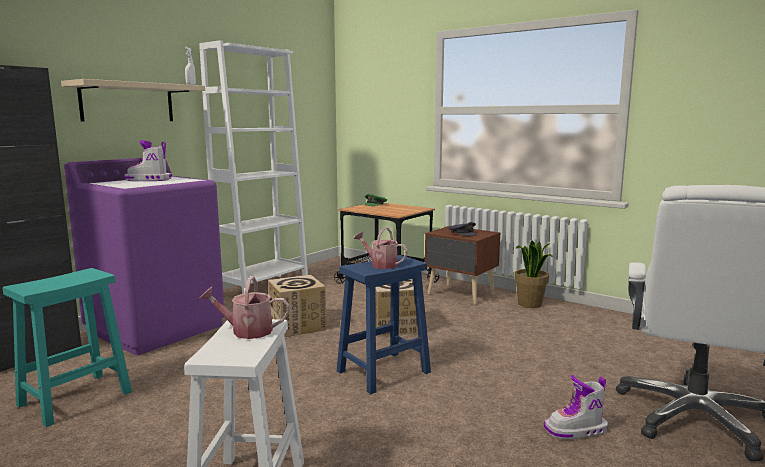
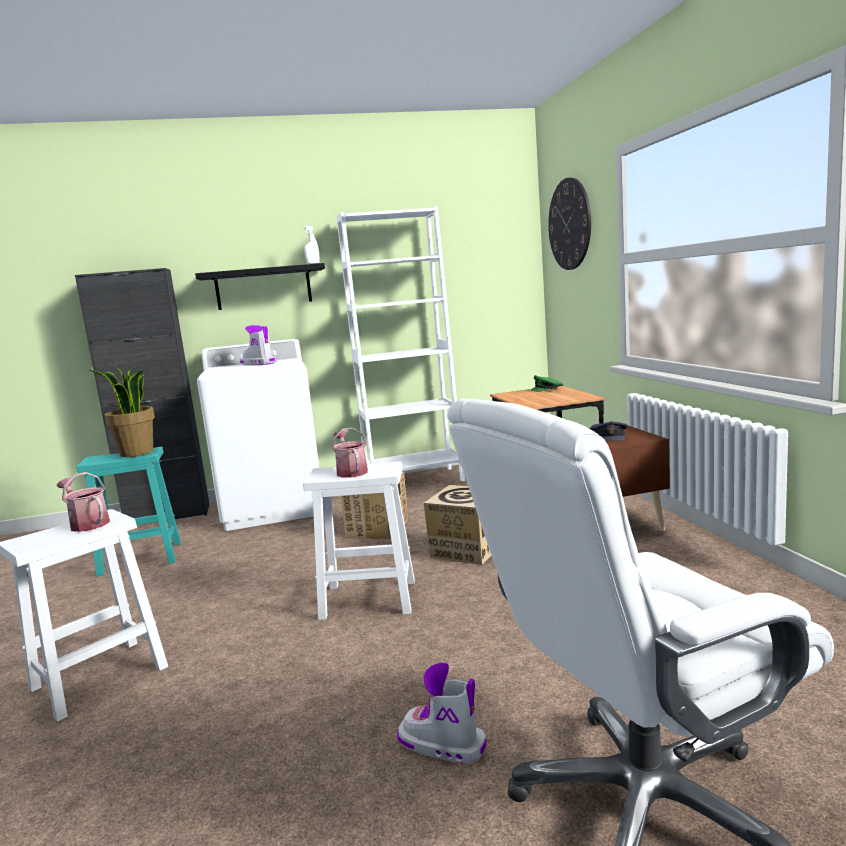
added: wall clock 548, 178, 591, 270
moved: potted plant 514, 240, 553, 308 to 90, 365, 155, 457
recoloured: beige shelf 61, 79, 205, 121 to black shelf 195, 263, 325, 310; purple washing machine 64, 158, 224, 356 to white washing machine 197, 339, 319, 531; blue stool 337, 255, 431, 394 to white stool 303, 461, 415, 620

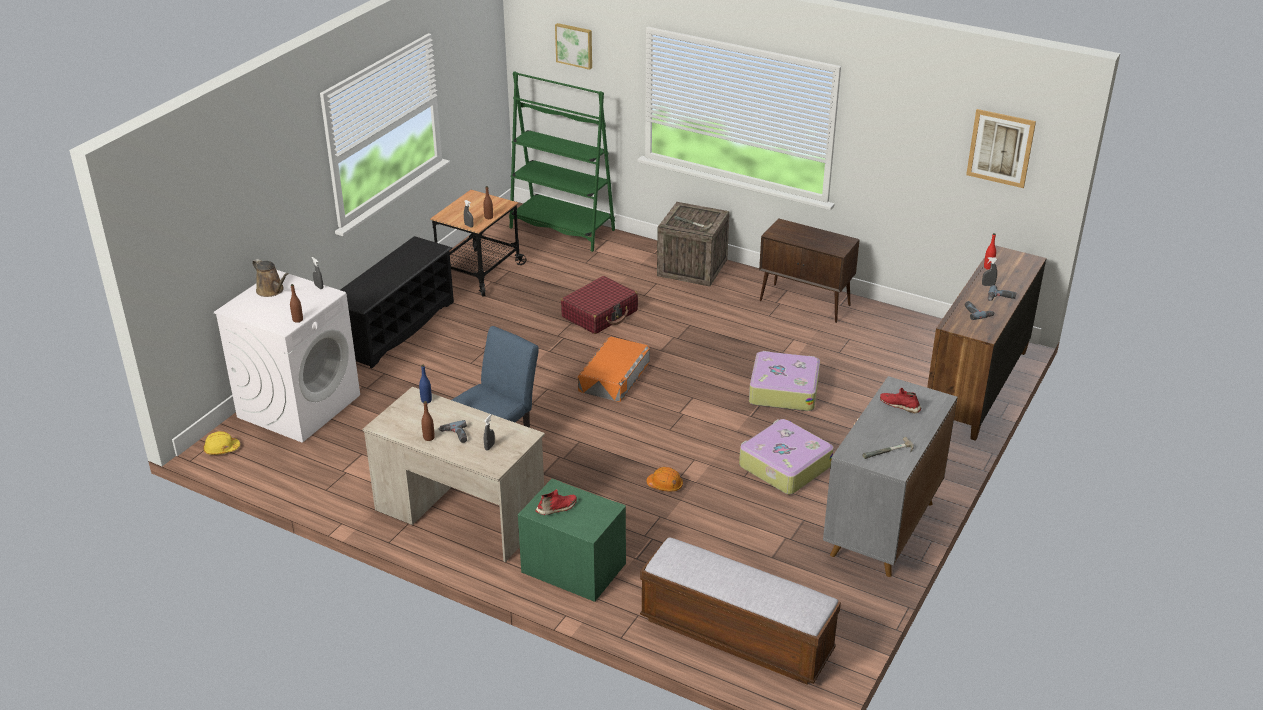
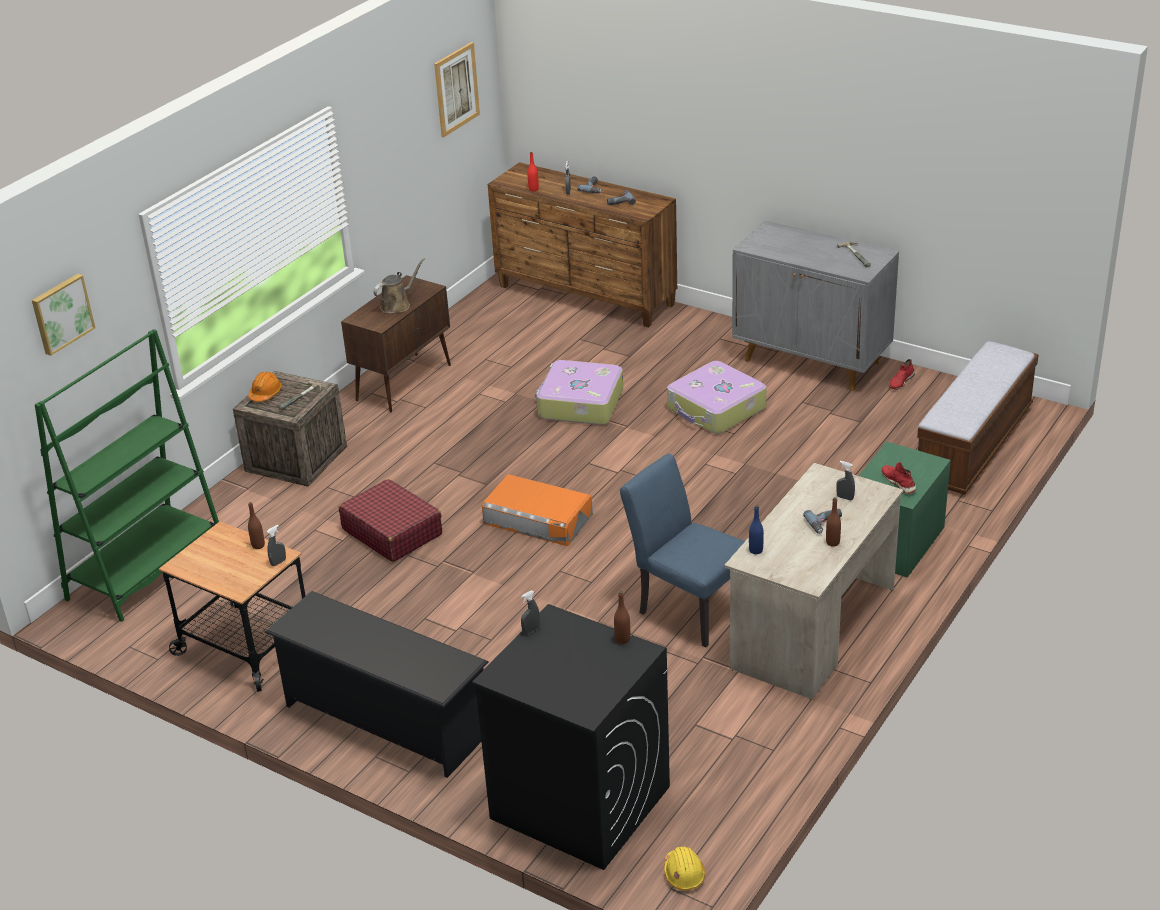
moved: brown watering can 252, 259, 289, 297 to 374, 258, 425, 314; orange hard hat 646, 467, 683, 492 to 248, 372, 282, 402; red shoe 880, 388, 921, 414 to 889, 359, 915, 390
recoloured: white washing machine 214, 270, 360, 443 to black washing machine 472, 604, 670, 870

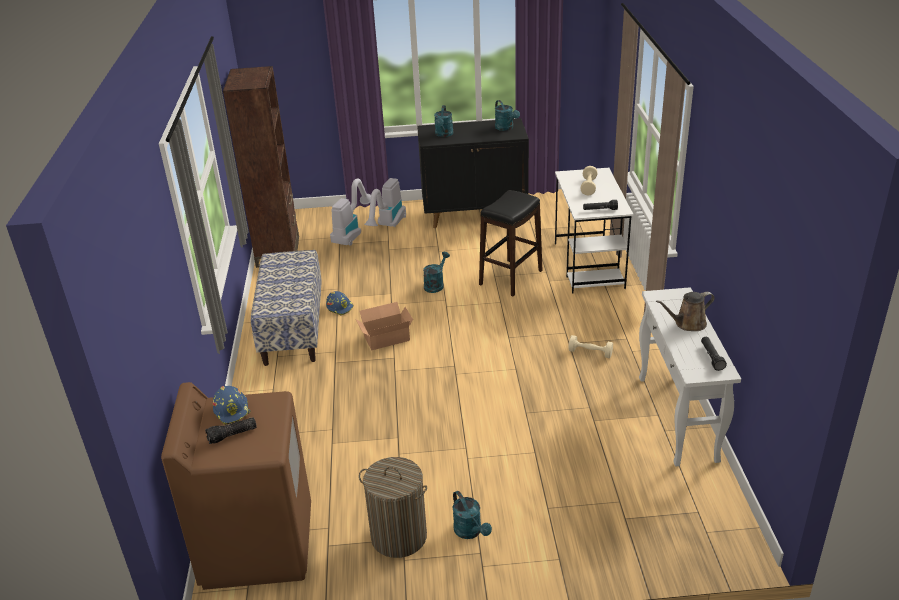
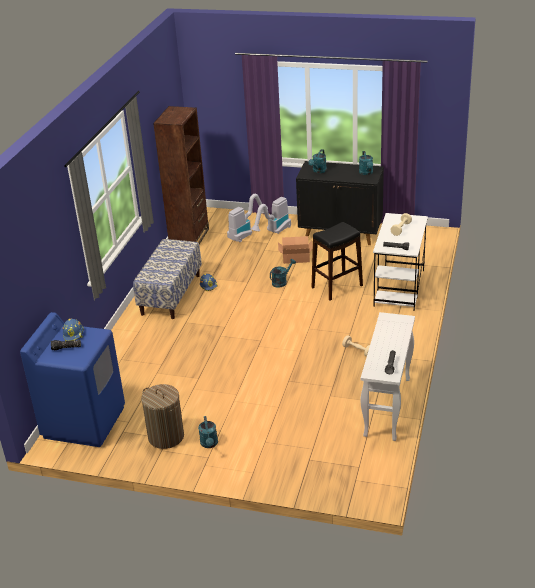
removed: brown watering can 656, 292, 715, 331
moved: cardboard box 356, 302, 413, 350 to 278, 236, 313, 264
recoloured: brown washing machine 161, 382, 311, 590 to blue washing machine 20, 312, 125, 447

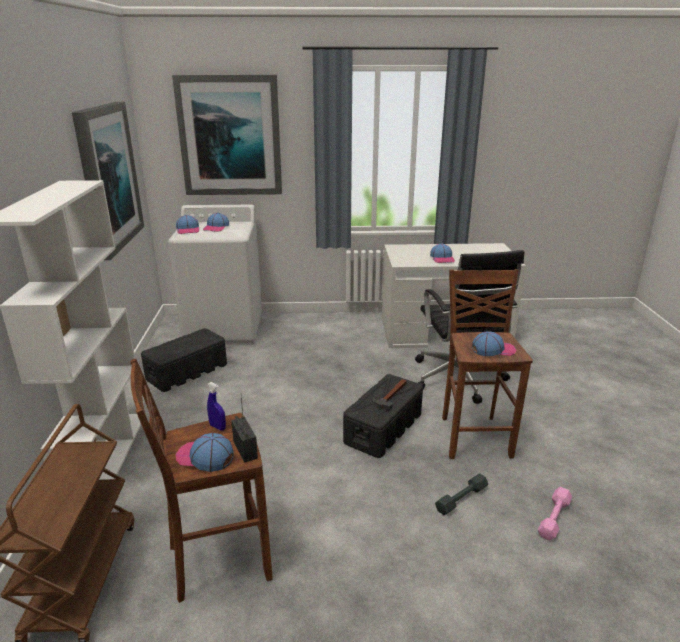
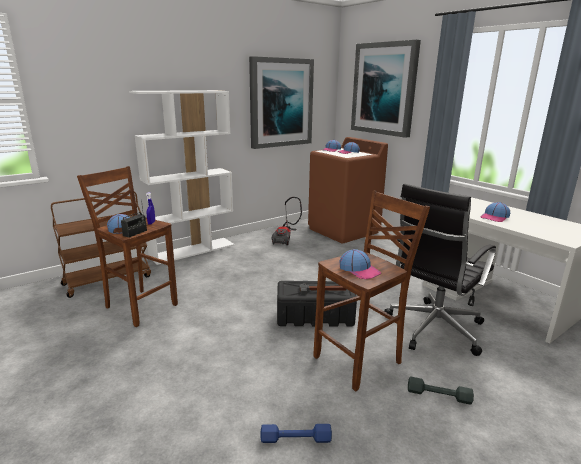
moved: grey dumbbell 435, 473, 488, 515 to 408, 376, 474, 405
replaced: black storage box 141, 328, 227, 392 to vacuum cleaner 271, 197, 302, 245
recoloured: white washing machine 168, 205, 262, 346 to brown washing machine 308, 137, 388, 243; pink dumbbell 538, 487, 572, 540 to blue dumbbell 261, 424, 332, 443

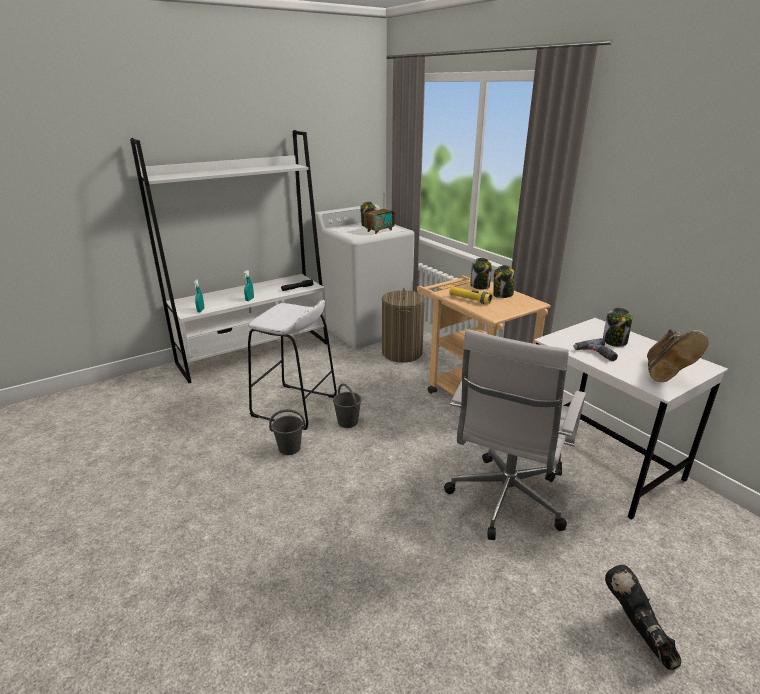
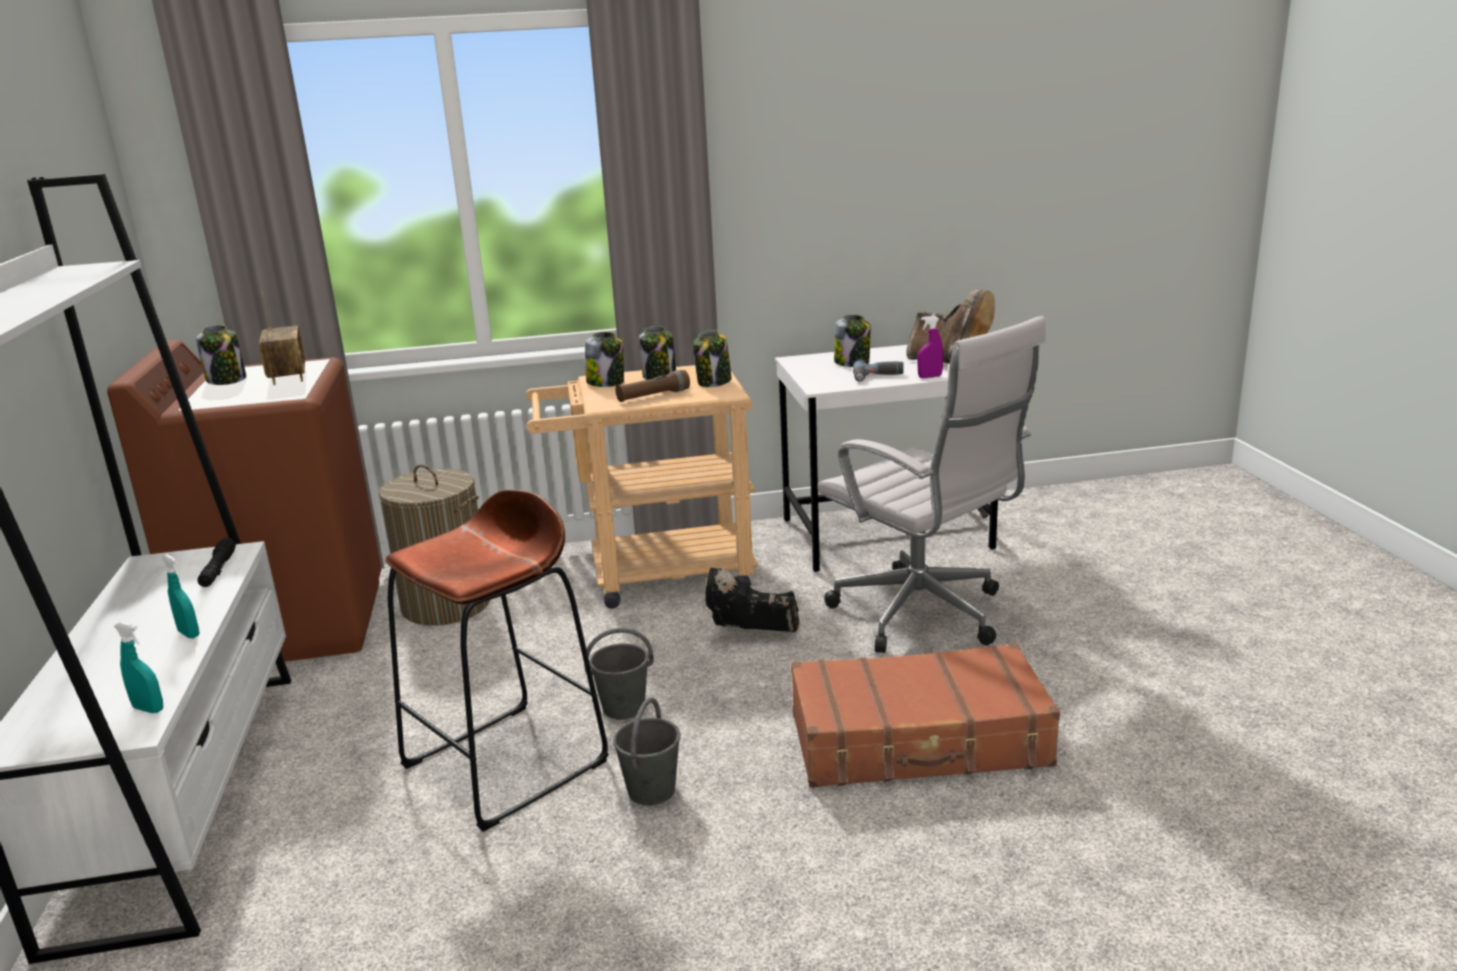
added: jar 693, 330, 732, 387; brown suitcase 791, 643, 1060, 788; purple spray bottle 917, 316, 943, 378
moved: black boot 605, 565, 681, 670 to 705, 568, 799, 632
recoloured: white stool 248, 300, 337, 430 to brown stool 385, 490, 608, 832; white washing machine 315, 204, 415, 349 to brown washing machine 107, 340, 382, 662; yellow flashlight 449, 286, 492, 305 to brown flashlight 615, 370, 690, 402

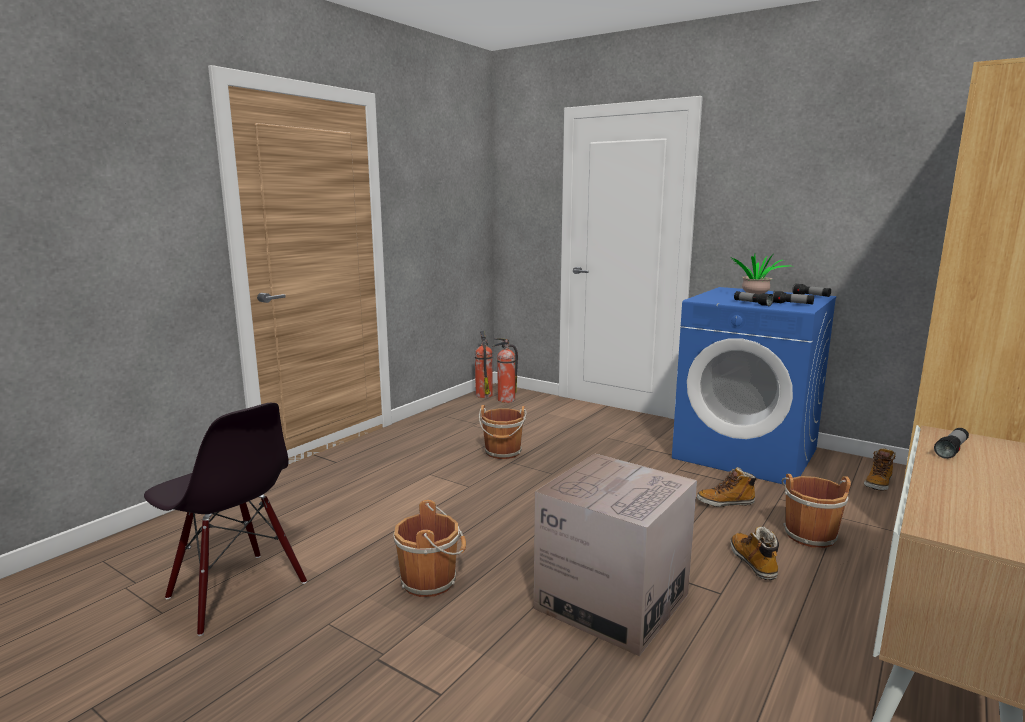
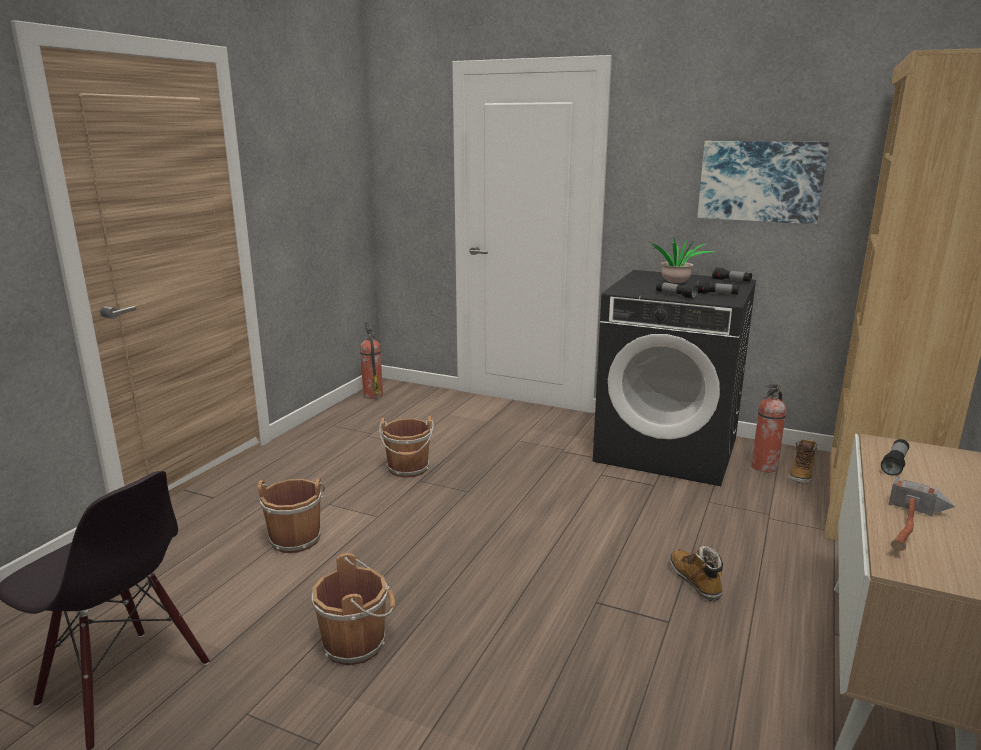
removed: cardboard box 534, 453, 697, 656; boot 697, 467, 758, 507
added: picture 697, 141, 829, 224; hammer 888, 477, 955, 550
moved: fire extinguisher 492, 338, 518, 403 to 751, 384, 787, 473; brown bucket 782, 474, 851, 548 to 258, 478, 325, 553
recoloured: blue washing machine 672, 287, 837, 485 to black washing machine 593, 270, 756, 486

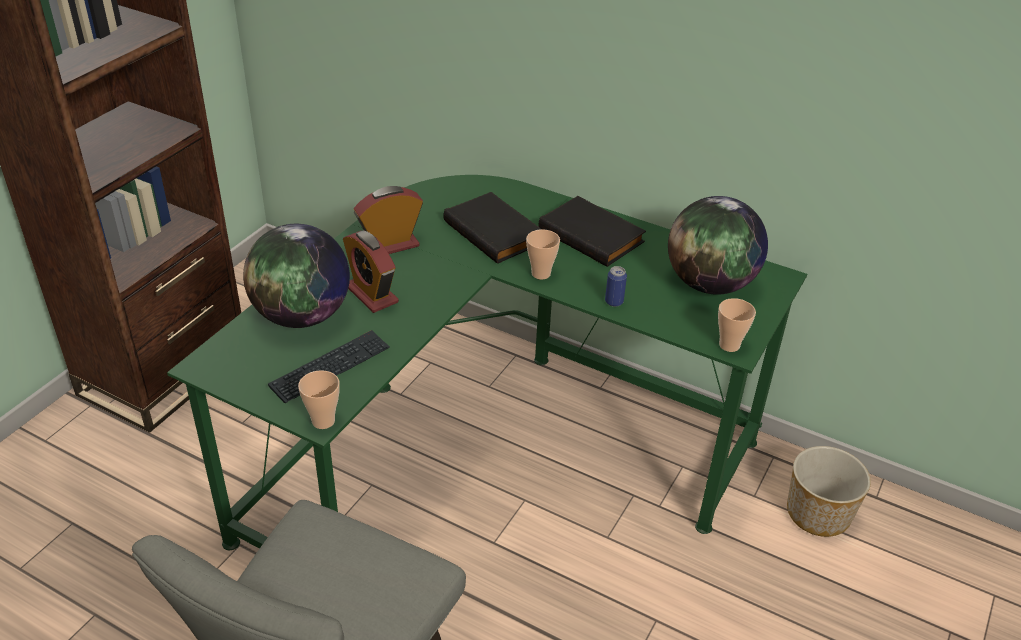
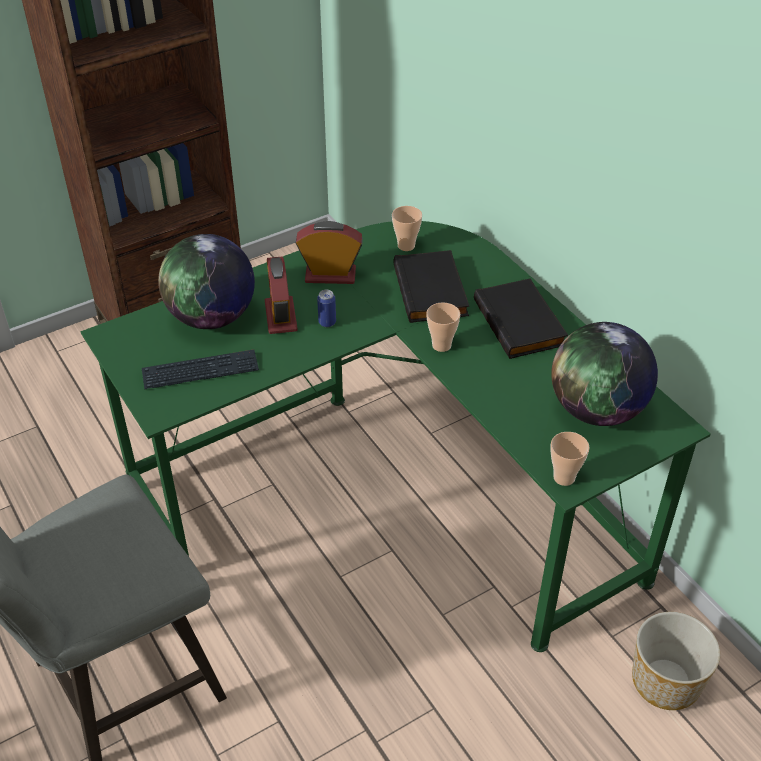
moved: cup 298, 370, 340, 429 to 392, 206, 422, 251; can 605, 266, 627, 307 to 317, 290, 336, 327

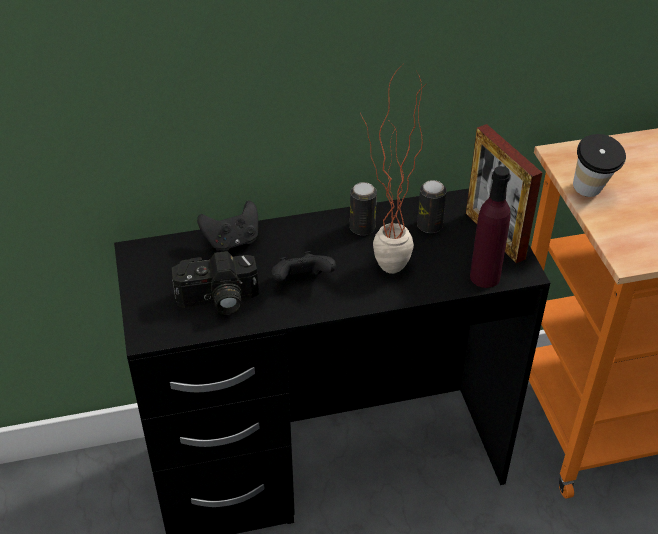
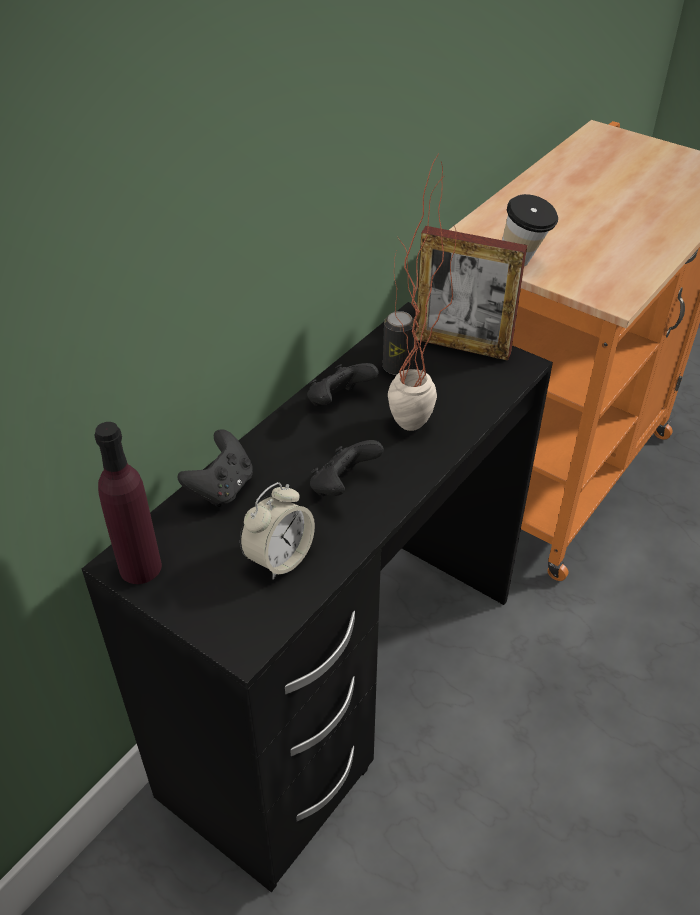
moved: purple bottle 470, 166, 510, 288 to 94, 422, 162, 584
replaced: photo camera 172, 251, 259, 315 to alarm clock 240, 482, 315, 580; can 350, 182, 377, 235 to black game controller 307, 363, 378, 407

